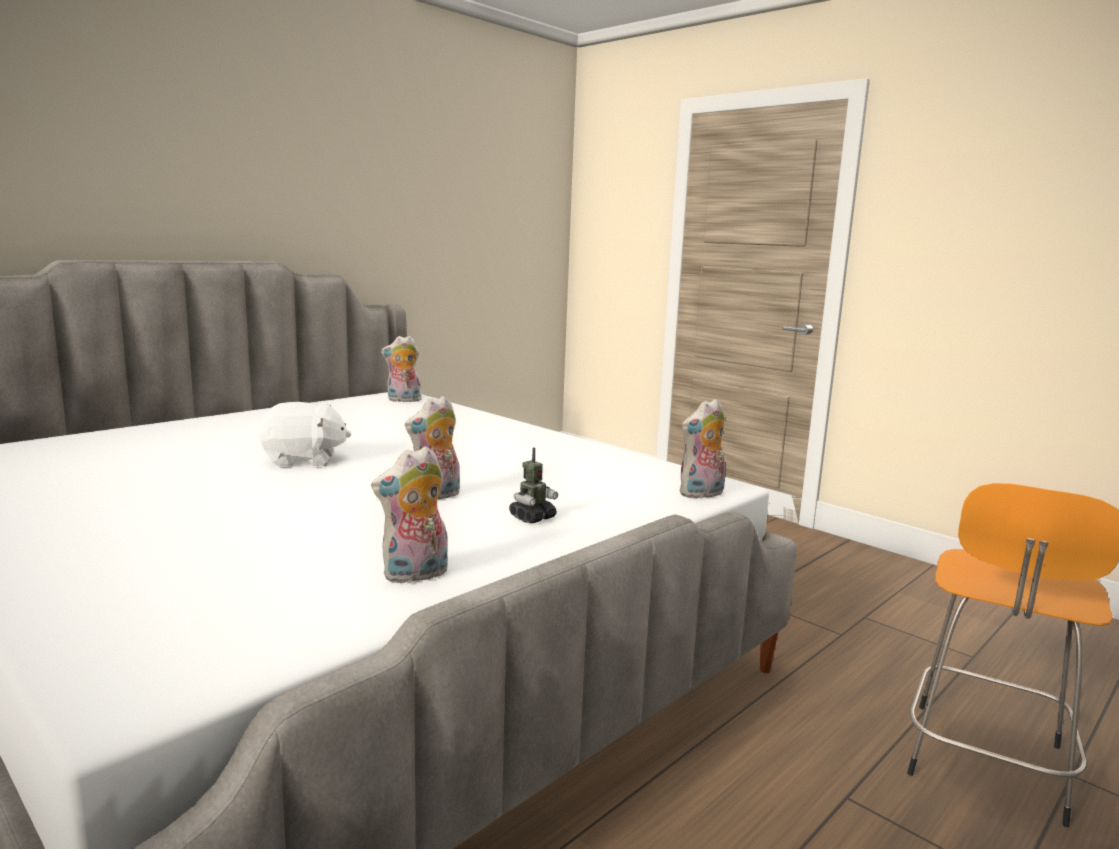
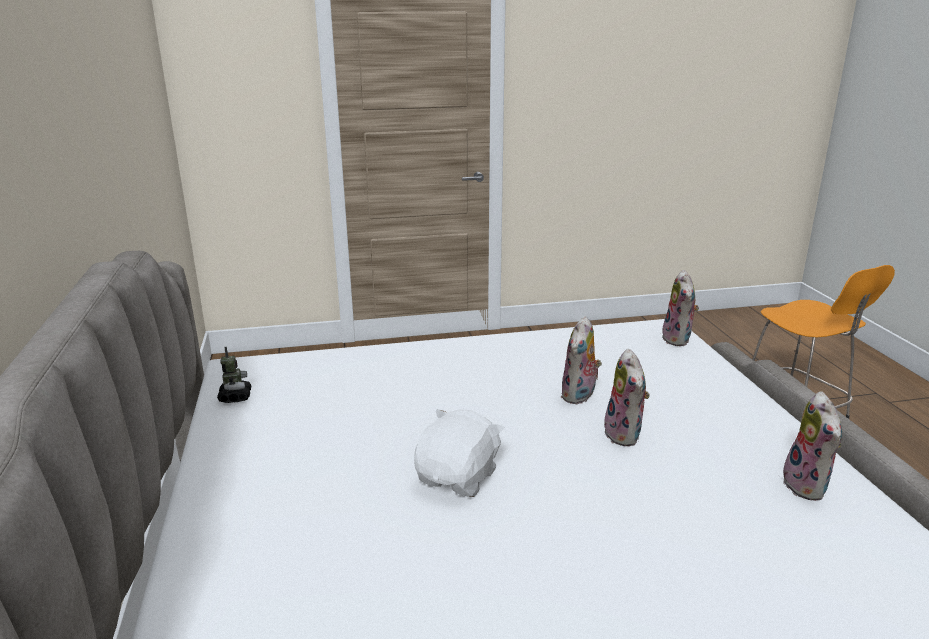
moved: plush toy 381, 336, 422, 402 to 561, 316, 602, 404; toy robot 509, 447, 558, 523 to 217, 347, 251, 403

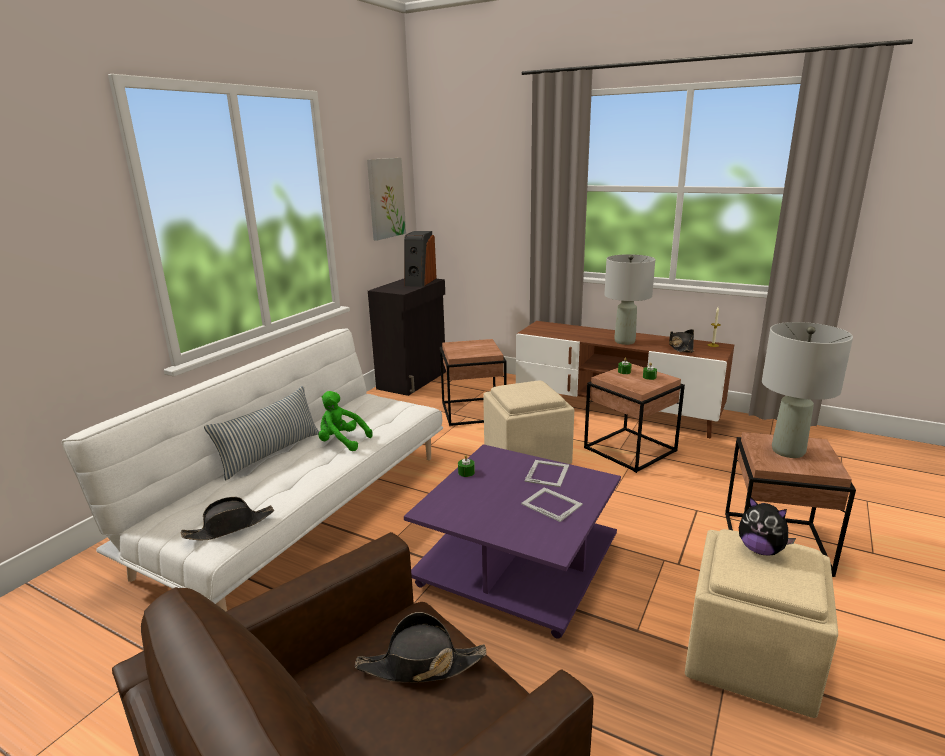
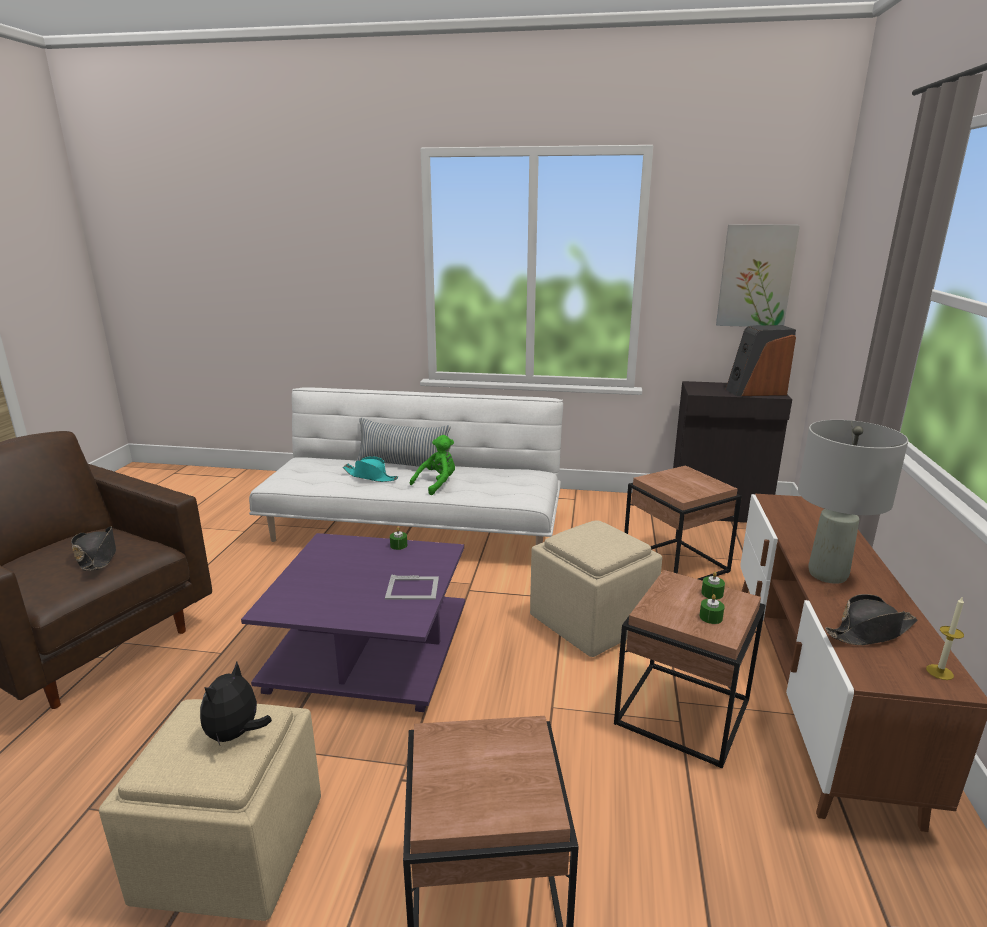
removed: black hat 181, 497, 274, 540; picture frame 521, 487, 583, 522; grey table lamp 762, 322, 853, 458
added: turquoise hat 343, 457, 398, 482
turned: green plush toy 318, 391, 373, 451 = 410, 435, 455, 495 45 degrees clockwise

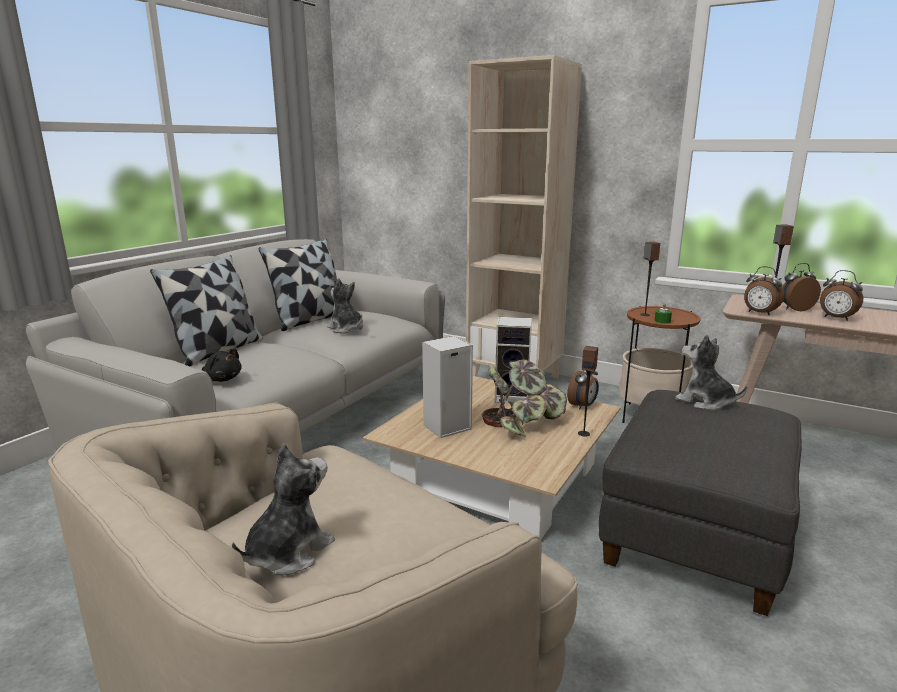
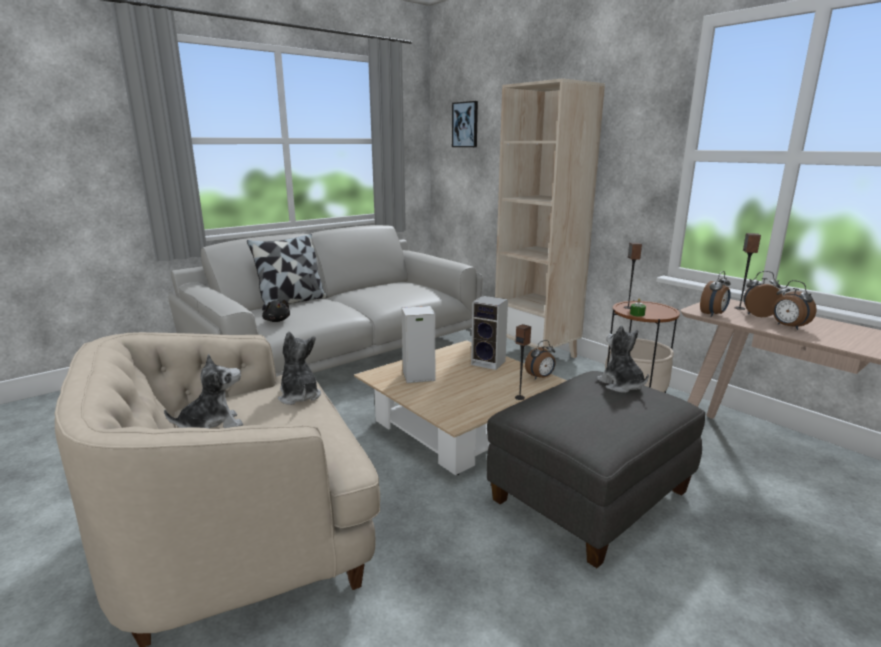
removed: pillow 258, 239, 337, 331; potted plant 481, 359, 567, 437
added: picture 452, 101, 478, 147
moved: plush toy 327, 278, 363, 333 to 278, 331, 321, 405
turned: alarm clock 744, 266, 784, 315 = 700, 271, 731, 317 105 degrees counterclockwise

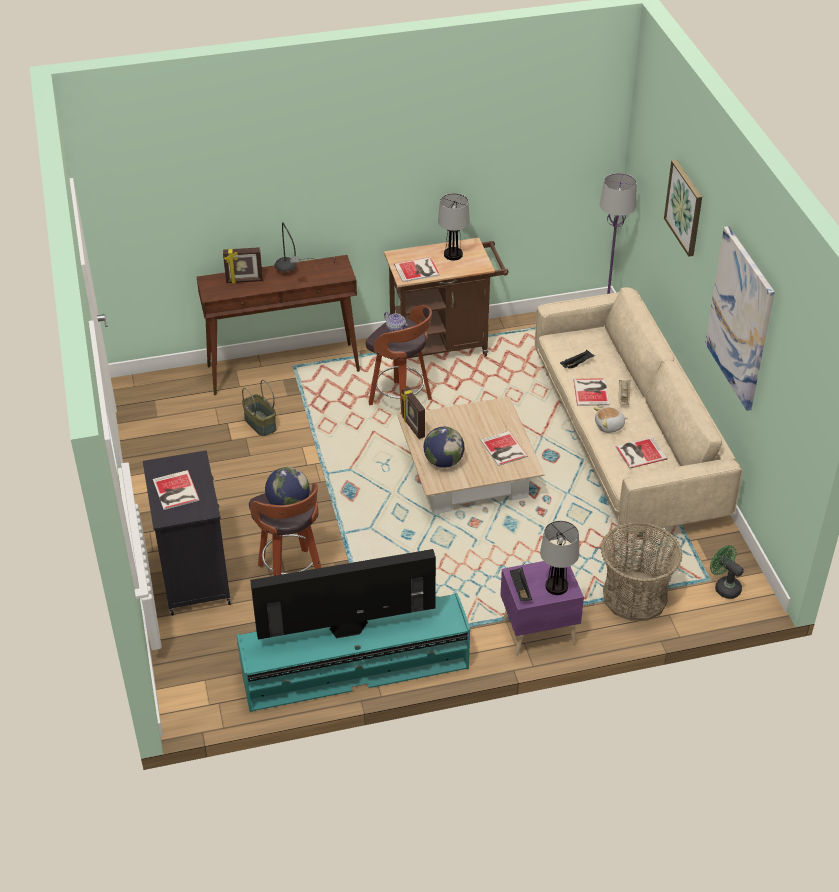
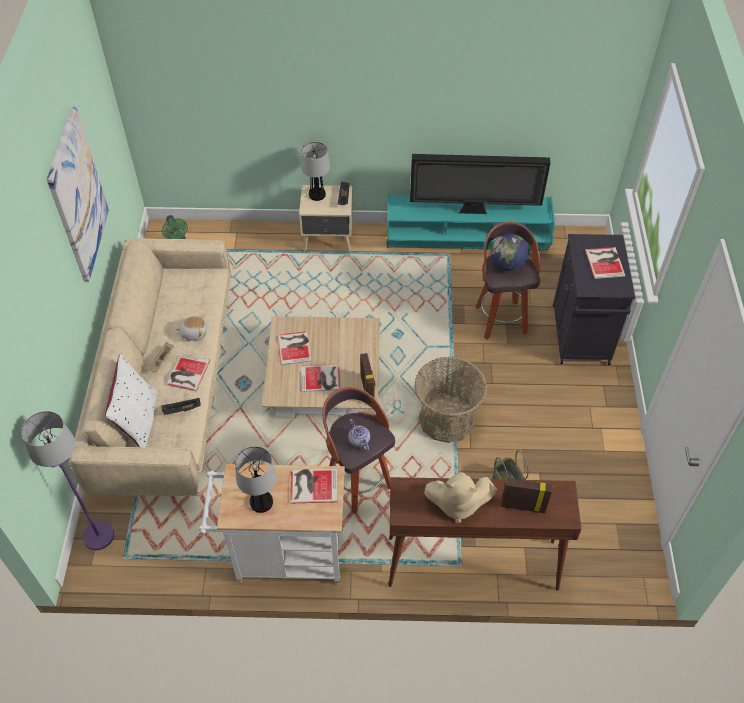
removed: globe 424, 427, 464, 468; picture 664, 160, 702, 257
added: white pillow 105, 353, 157, 447
moved: basket 601, 522, 683, 621 to 415, 357, 487, 443; book 616, 437, 668, 469 to 301, 364, 340, 392
replaced: grey table lamp 275, 222, 336, 273 to beige plush toy 424, 472, 496, 523
recoloured: brown cart 384, 238, 509, 359 to white cart 199, 464, 345, 584; purple nightstand 500, 561, 584, 656 to beige nightstand 299, 185, 353, 252

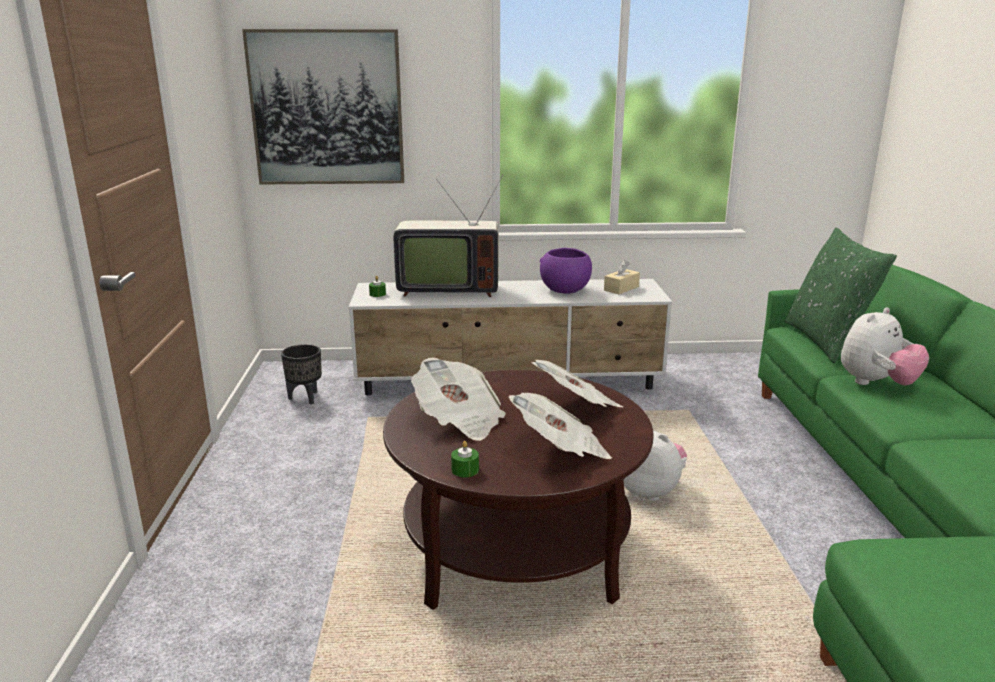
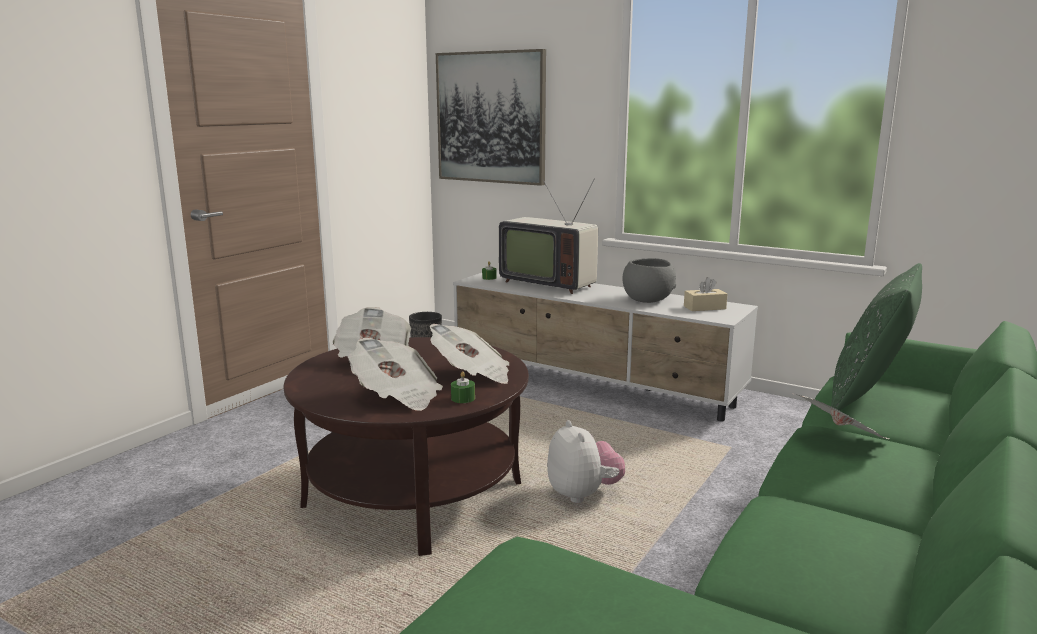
moved: green candle 451, 441, 479, 477 to 451, 371, 475, 403
replaced: plush toy 841, 307, 929, 385 to newspaper 795, 394, 890, 439
recoloured: purple bowl 540, 248, 592, 293 to grey bowl 623, 258, 676, 303

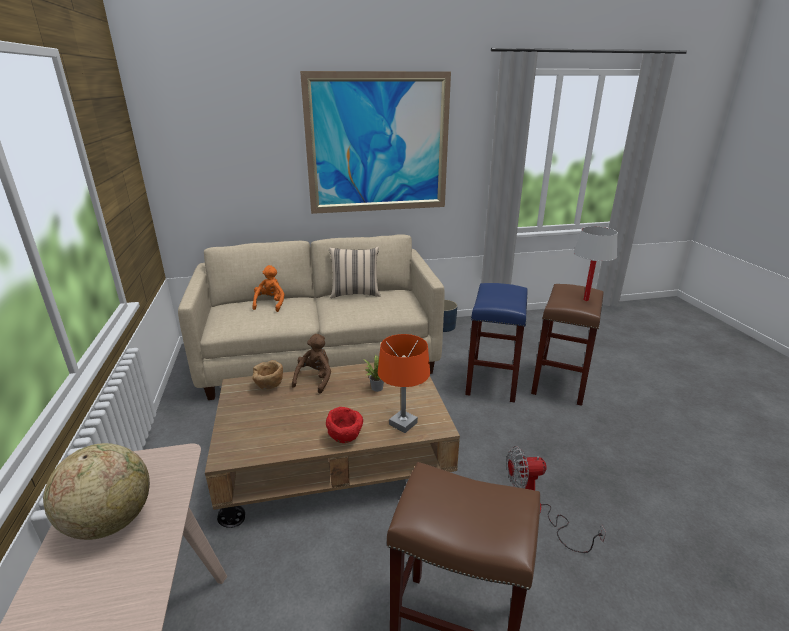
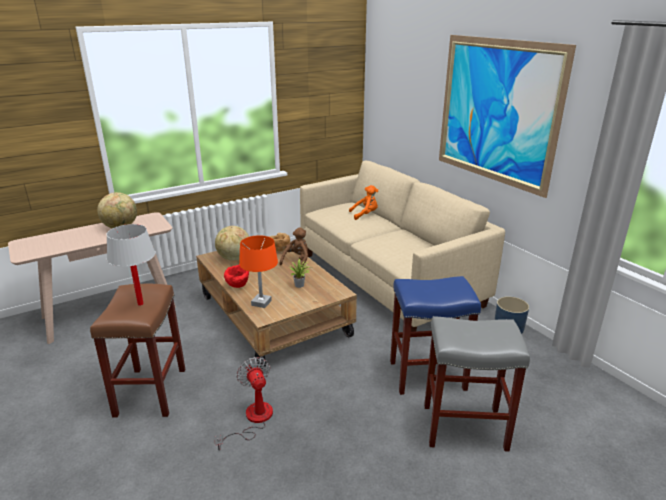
removed: beige pillow 329, 246, 381, 298
added: globe 215, 226, 249, 261
moved: white table lamp 573, 226, 618, 301 to 107, 224, 155, 306
recoloured: brown stool 531, 284, 603, 406 to grey stool 424, 316, 530, 452
turned: brown plush toy 292, 334, 331, 394 = 279, 228, 308, 270 60 degrees counterclockwise

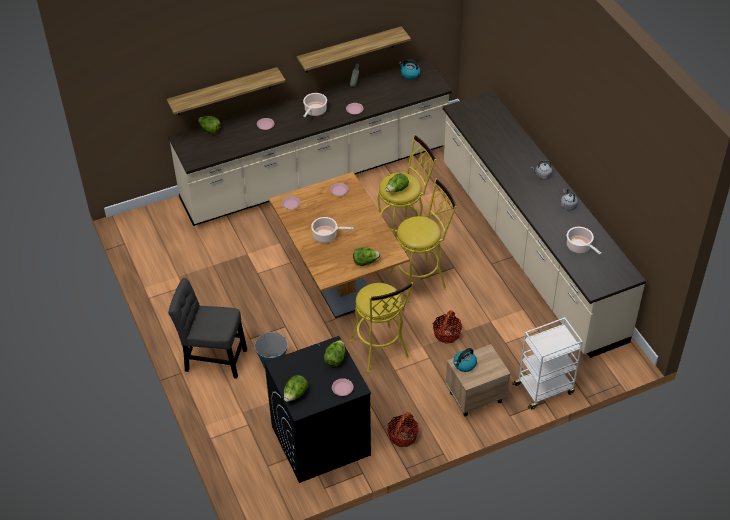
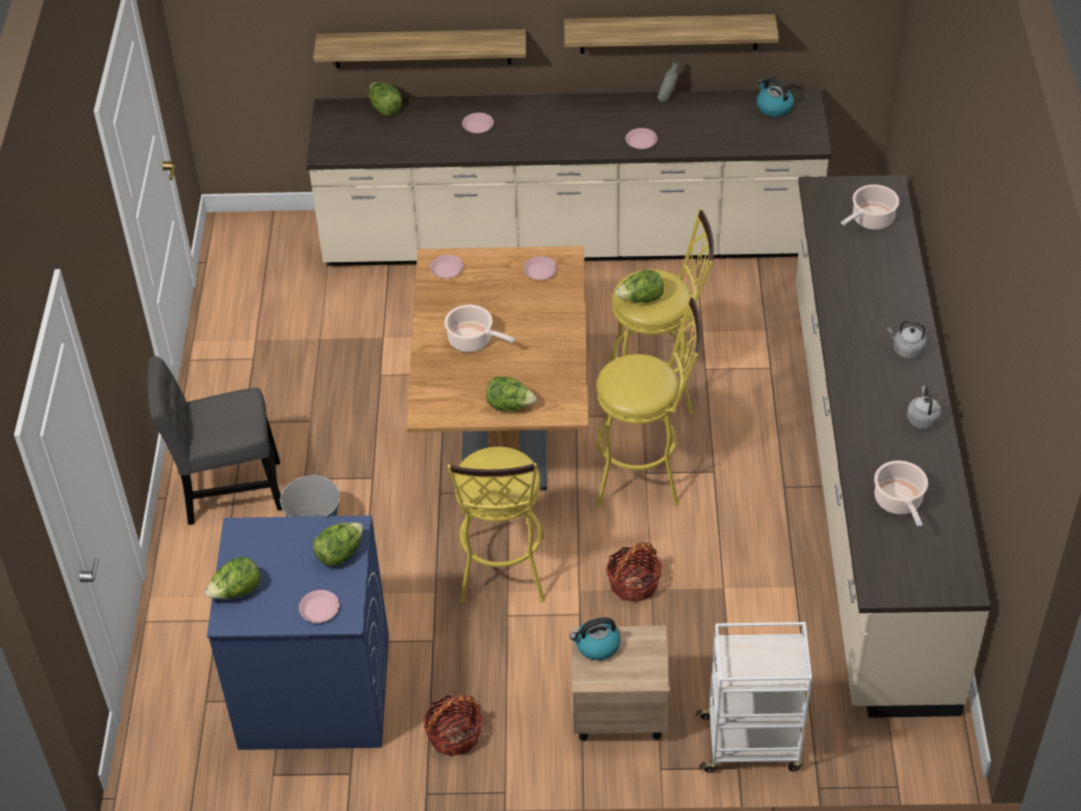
moved: cooking pot 303, 93, 327, 117 to 841, 184, 899, 230
recoloured: black washing machine 264, 336, 371, 483 to blue washing machine 207, 515, 389, 750
turned: grey chair 168, 278, 247, 379 = 147, 356, 283, 525 45 degrees counterclockwise

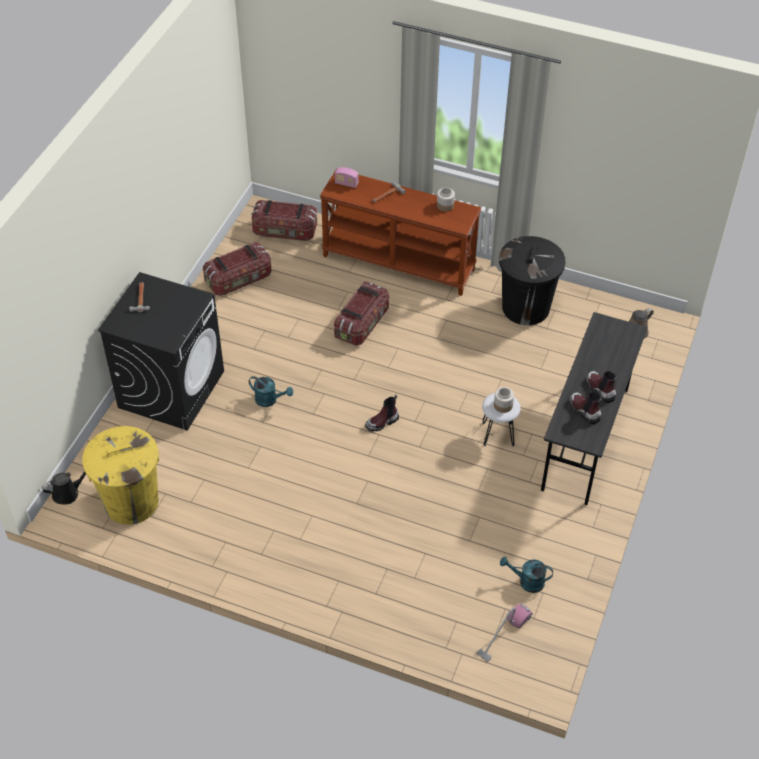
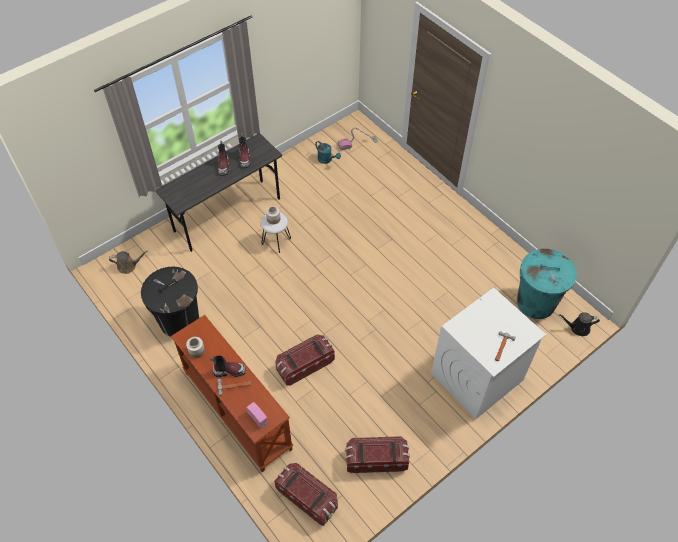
removed: turquoise watering can 249, 376, 293, 407
moved: boot 365, 395, 399, 432 to 210, 356, 246, 377
recoloured: yellow trash can 82, 426, 159, 525 to turquoise trash can 517, 249, 577, 319; black washing machine 98, 272, 224, 430 to white washing machine 431, 288, 546, 419

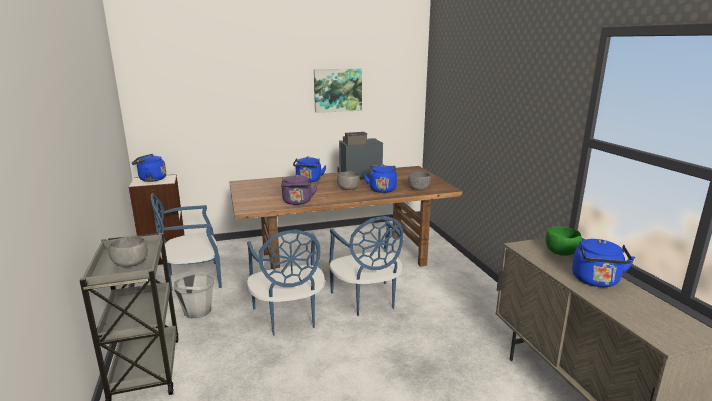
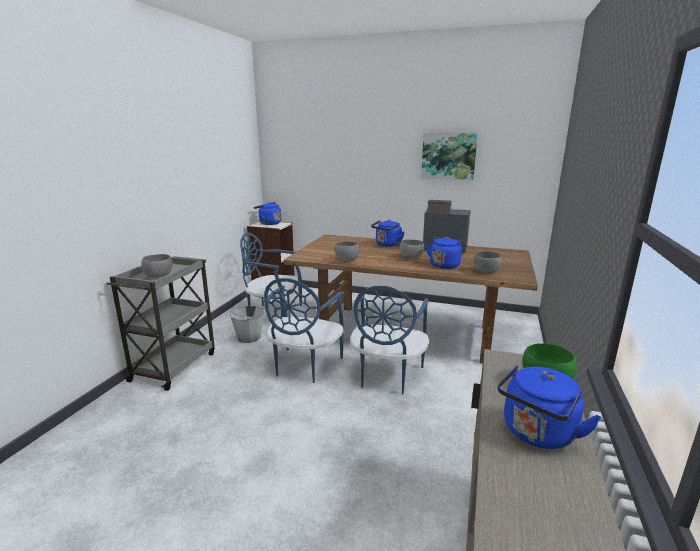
replaced: purple kettle 281, 174, 318, 205 to grey bowl 335, 241, 359, 262

